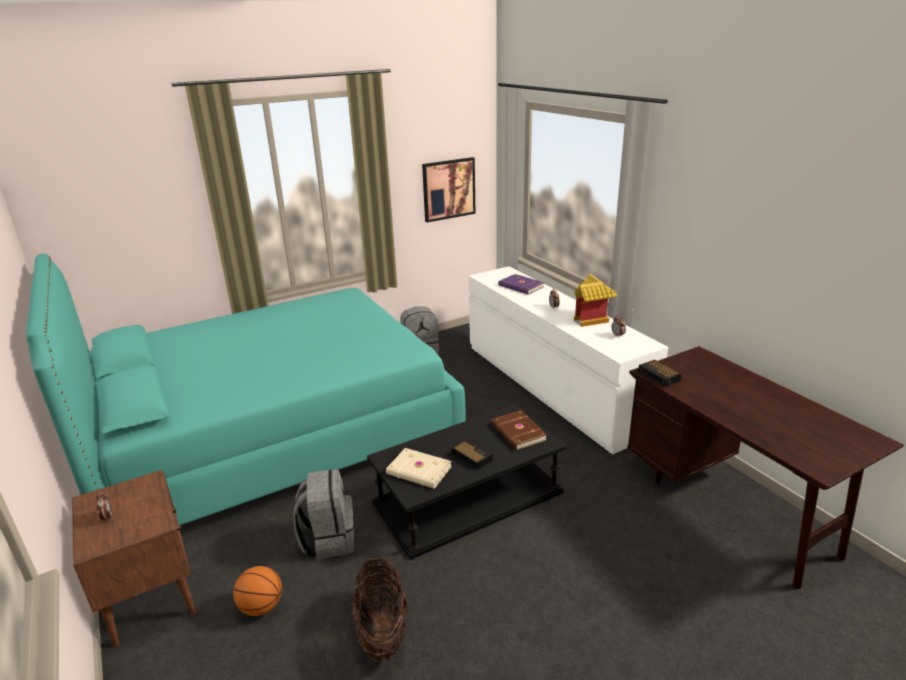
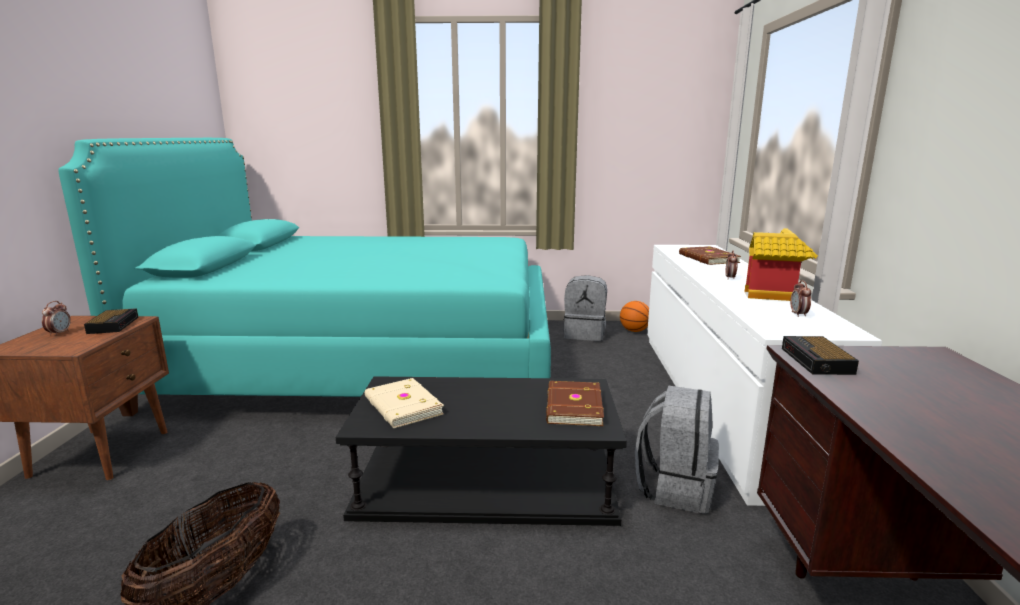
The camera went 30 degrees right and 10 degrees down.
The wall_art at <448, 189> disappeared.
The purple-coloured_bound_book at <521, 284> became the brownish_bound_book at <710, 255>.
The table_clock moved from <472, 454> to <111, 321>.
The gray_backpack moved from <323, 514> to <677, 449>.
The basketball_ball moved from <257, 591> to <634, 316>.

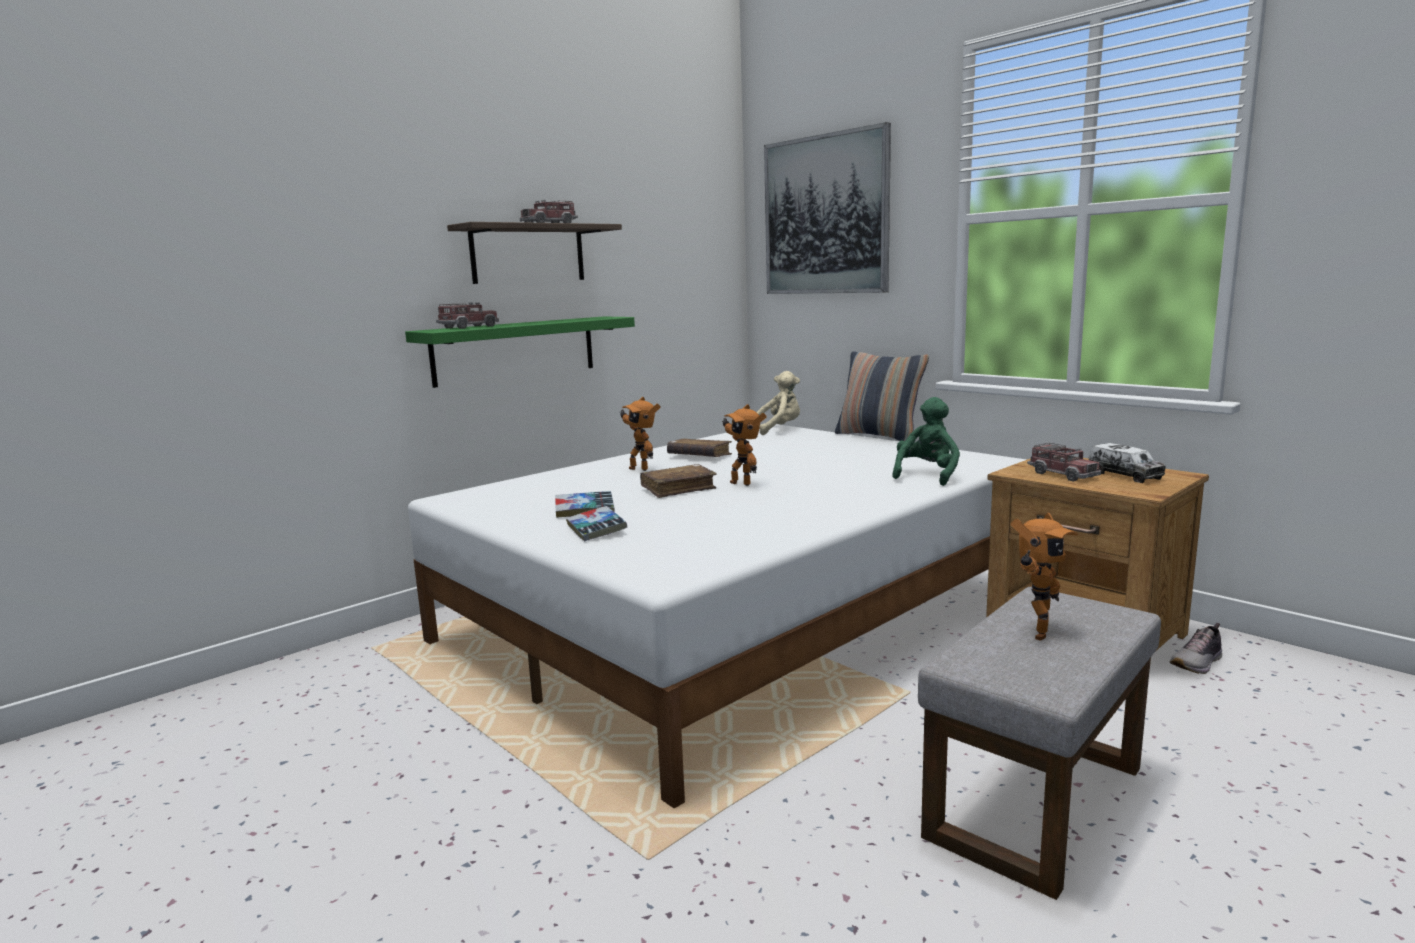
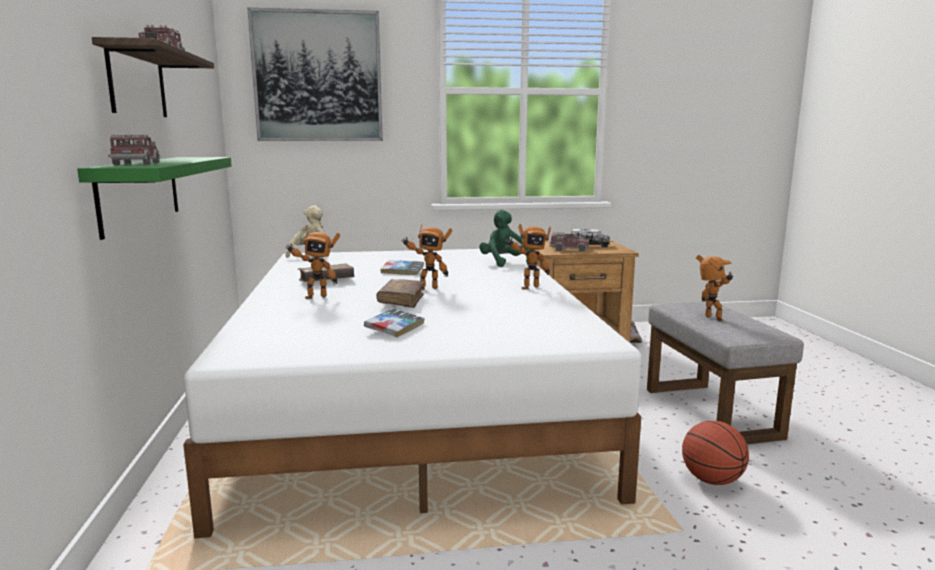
The camera went 55 degrees left and 0 degrees up.
The throw_pillow at <882, 396> disappeared.
The bound_book moved from <596, 523> to <402, 267>.
The model_robot at <529, 256> appeared.
The basketball_ball at <715, 453> appeared.

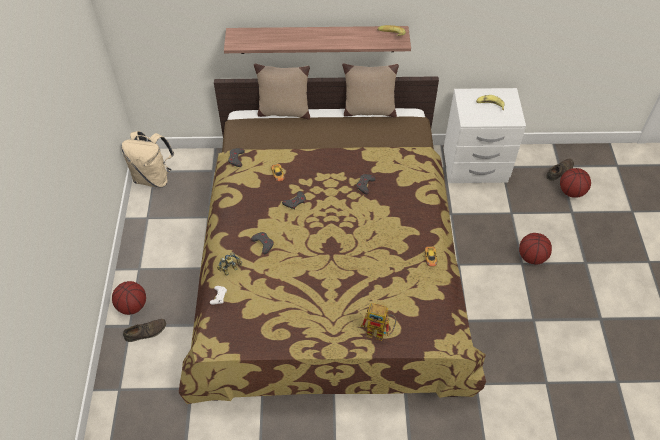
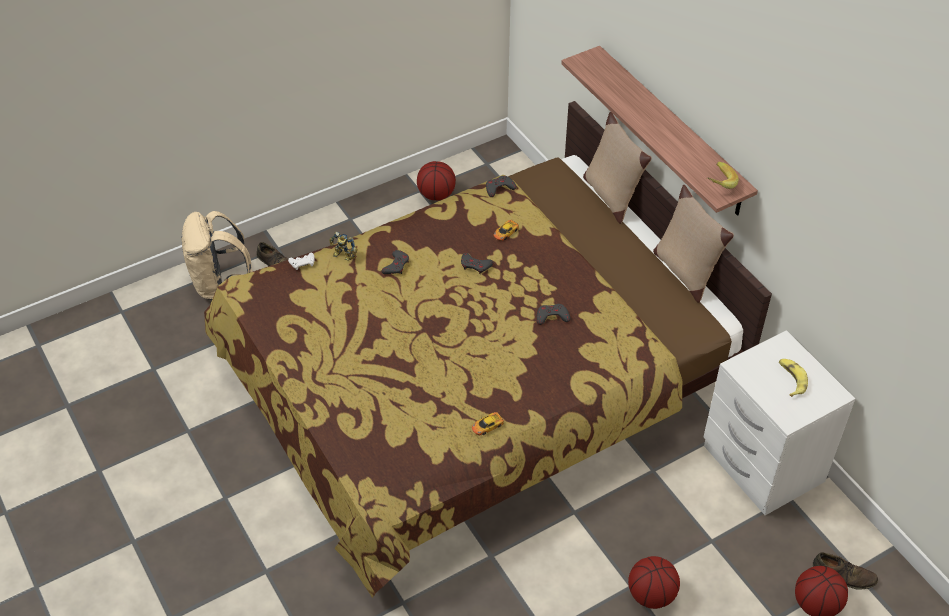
The camera went 60 degrees right and 5 degrees down.
The beige-coloured_backpack moved from <148, 159> to <217, 255>.
The basketball_ball moved from <129, 298> to <436, 180>.
The model_robot at <378, 322> disappeared.

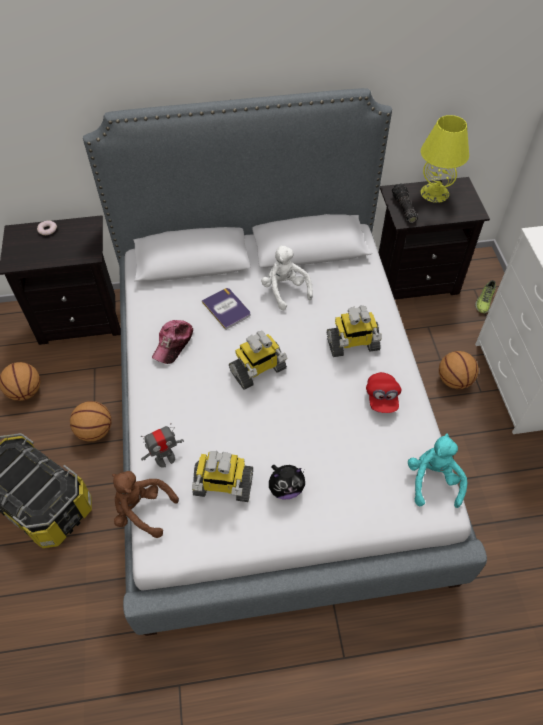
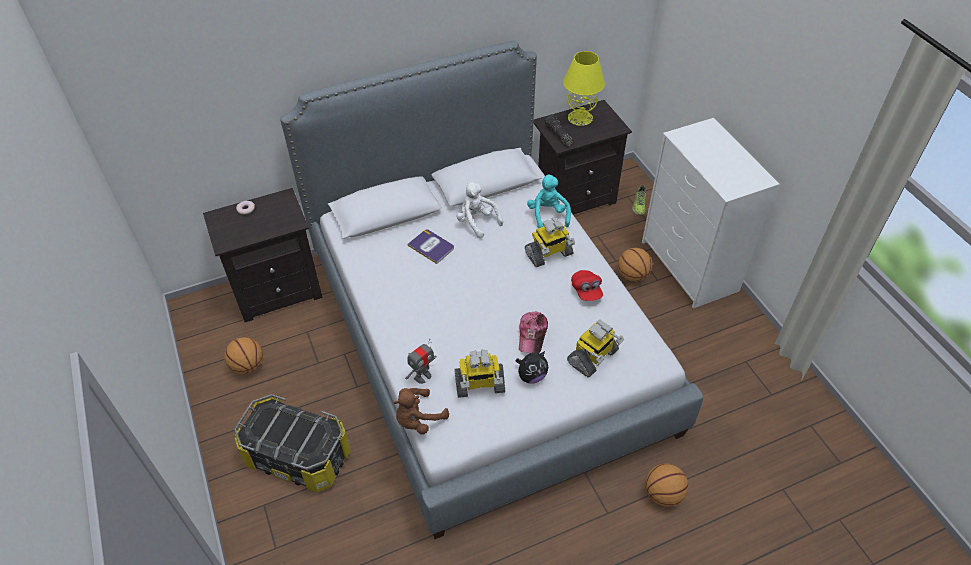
The camera went 15 degrees left and 5 degrees down.
The peaked_cap moved from <172, 342> to <533, 332>.
The model_robot moved from <258, 360> to <595, 348>.
The basketball_ball moved from <91, 421> to <666, 485>.
The turquoise-coloured_soft_toy moved from <437, 471> to <549, 201>.
The brownish_soft_toy at <145, 504> turned 45 degrees counterclockwise.

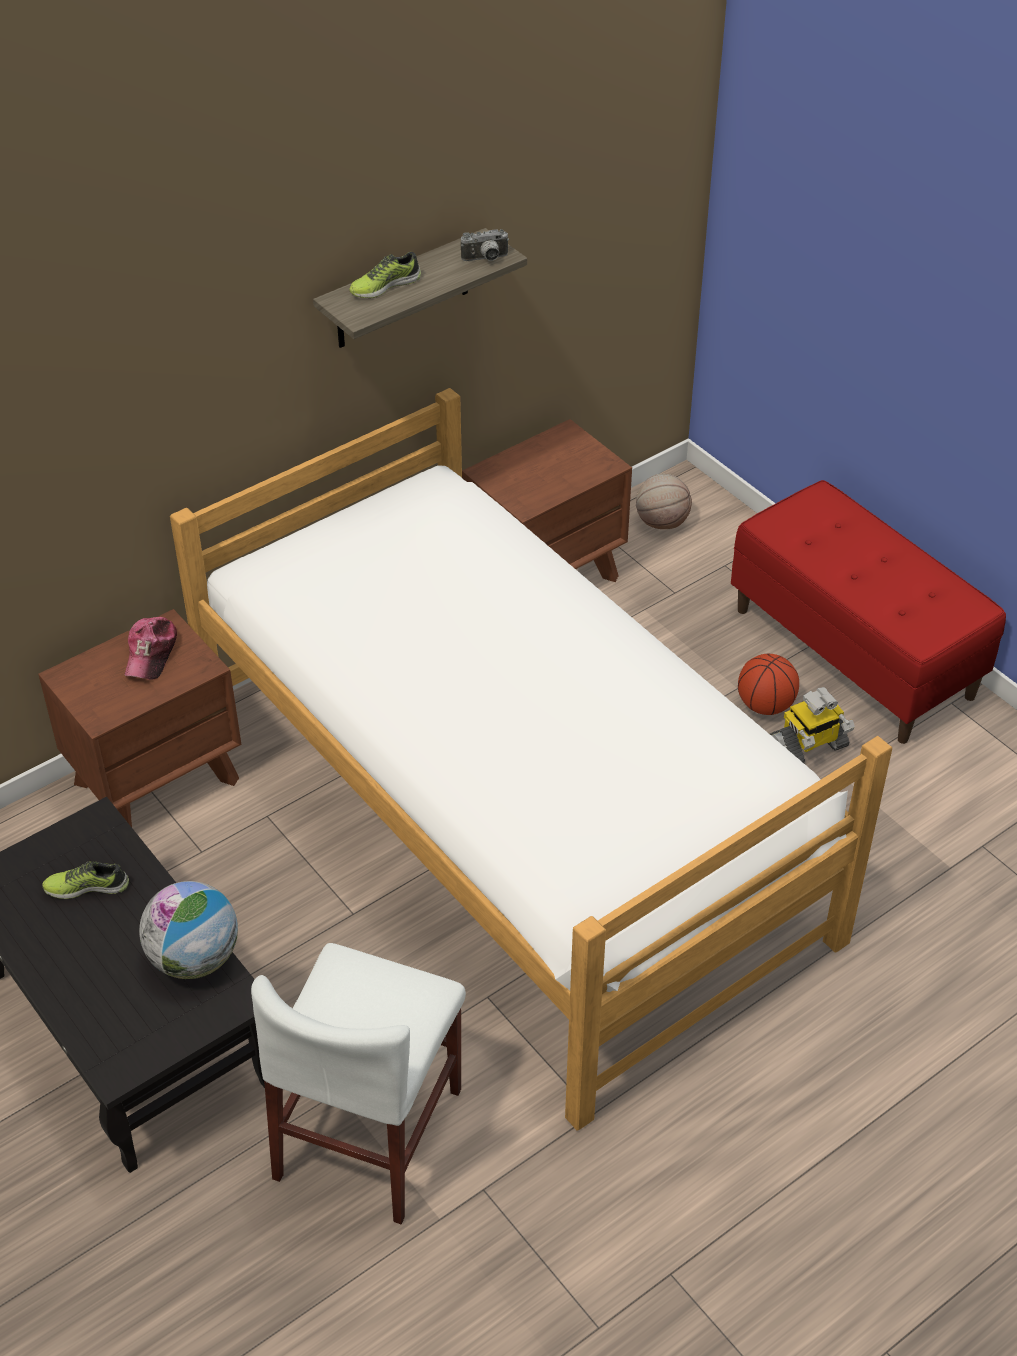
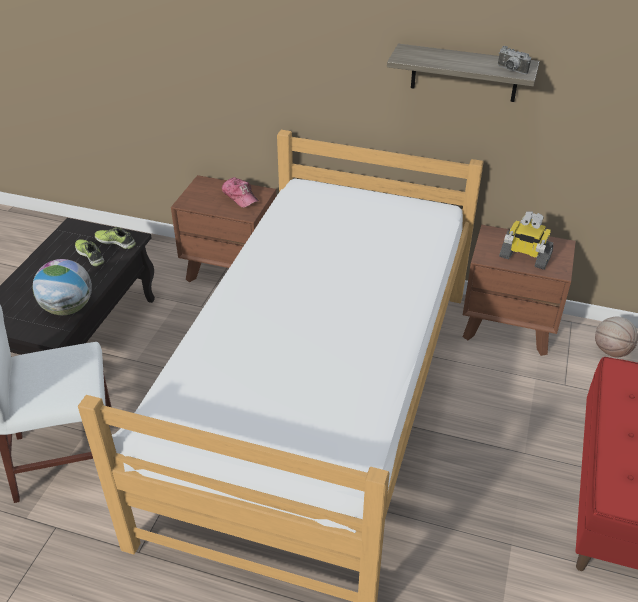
The camera went 55 degrees right and 5 degrees down.
The item_of_footwear moved from <385, 275> to <115, 238>.
The peaked_cap at <151, 648> turned 105 degrees counterclockwise.
The basketball_ball at <768, 684> disappeared.
The model_robot moved from <812, 725> to <526, 240>.

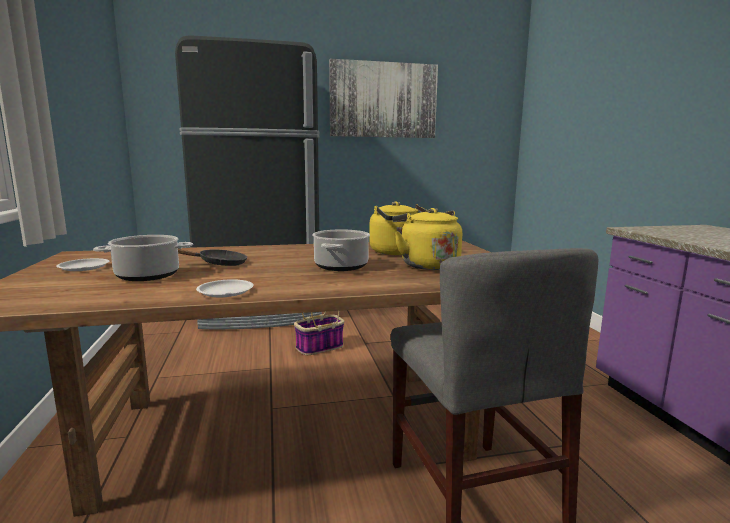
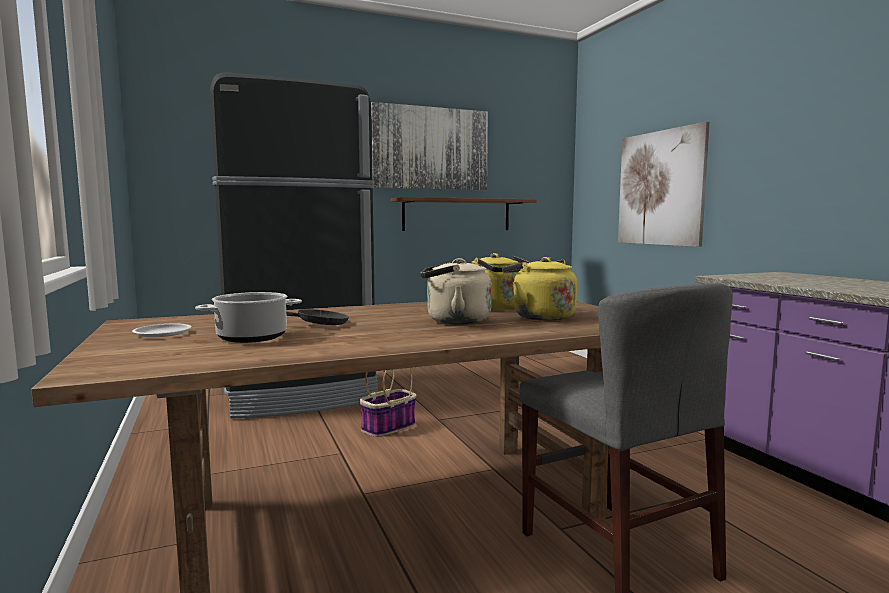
The camera went 10 degrees left and 5 degrees down.
The cooking_pot at <341, 250> was replaced by the beige-coloured_kettle at <456, 291>.
The whitish_flat_dish at <225, 288> disappeared.
The wall_art at <664, 184> appeared.
The brownish_bracket_shelf at <463, 214> appeared.

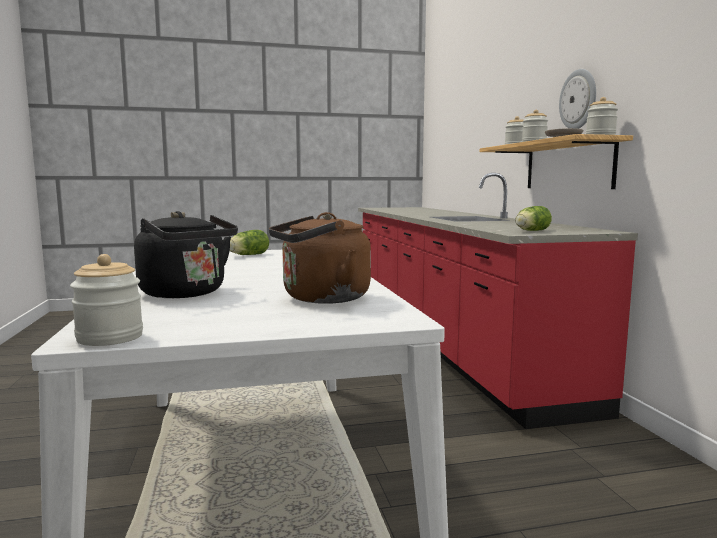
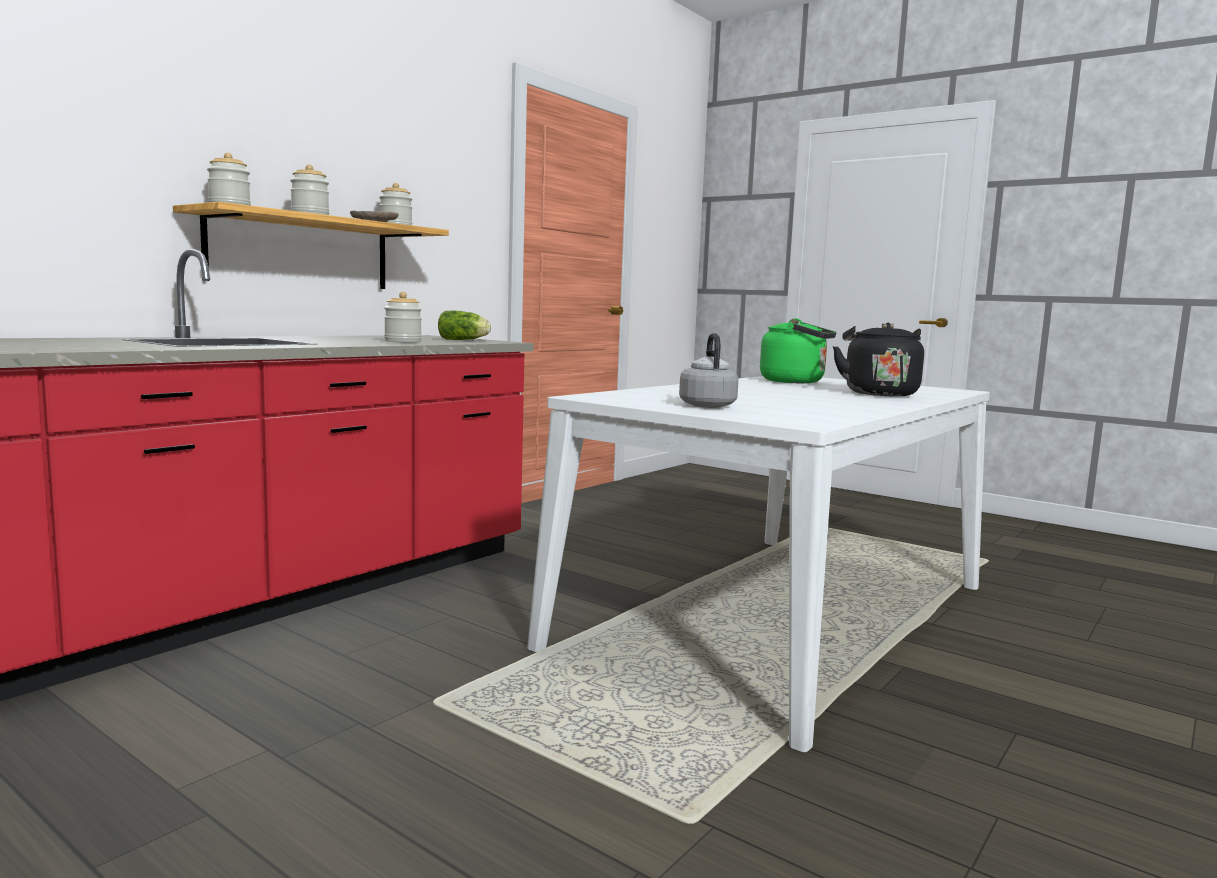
The camera went 130 degrees left and 0 degrees up.
The hanging_clock at <577, 99> disappeared.
The brownish_kettle at <320, 258> became the greenish_kettle at <798, 350>.
The lettuce at <249, 242> was replaced by the gray_kettle at <709, 370>.
The preserve_jar moved from <106, 300> to <403, 317>.

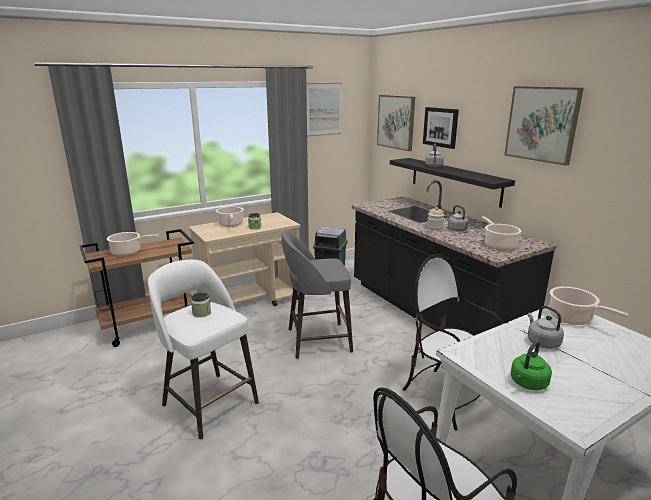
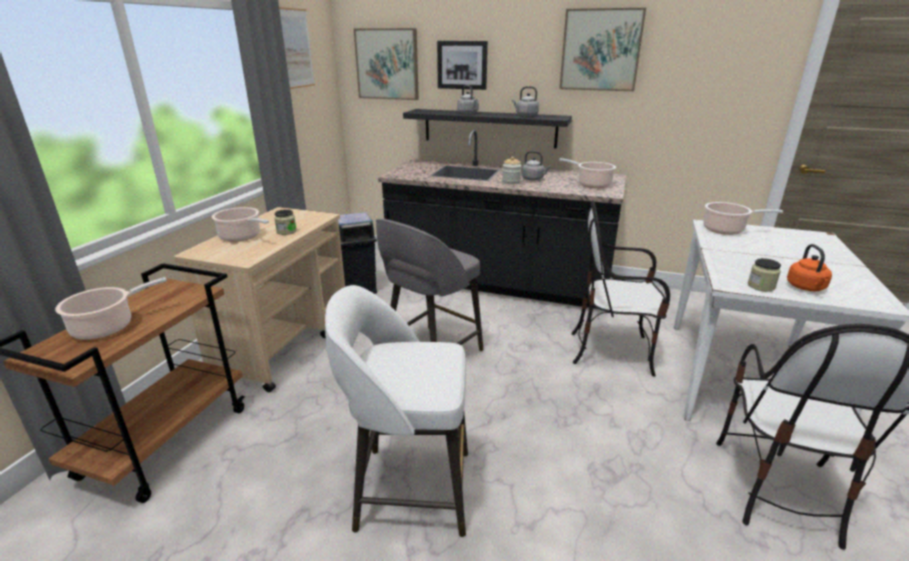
The camera went 40 degrees left and 5 degrees up.
The preserve_jar moved from <201, 304> to <764, 275>.
The gray_kettle moved from <546, 327> to <525, 101>.
The greenish_kettle at <531, 365> became the orangey_kettle at <809, 267>.

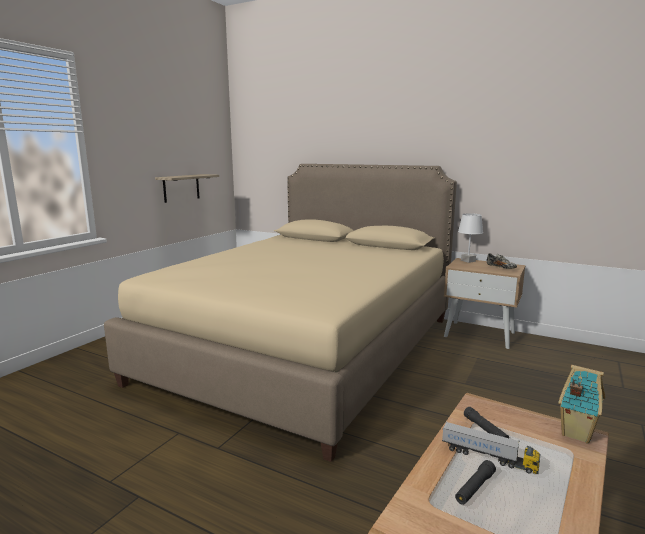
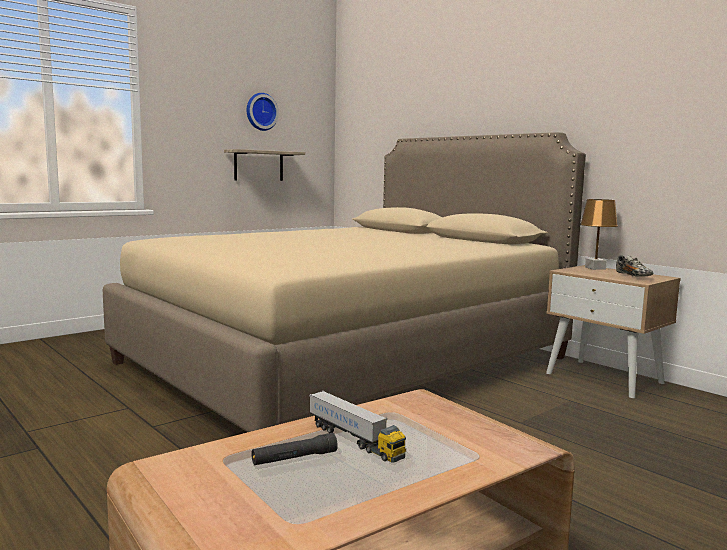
The camera went 20 degrees right and 5 degrees down.
The whitish_tabletop_lamp at <470, 238> became the brownish_tabletop_lamp at <599, 234>.
The model_house at <581, 404> disappeared.
The black_flashlight at <486, 422> disappeared.
The hanging_clock at <263, 112> appeared.

